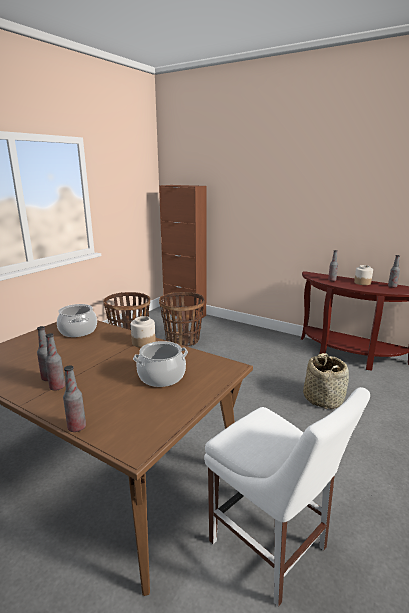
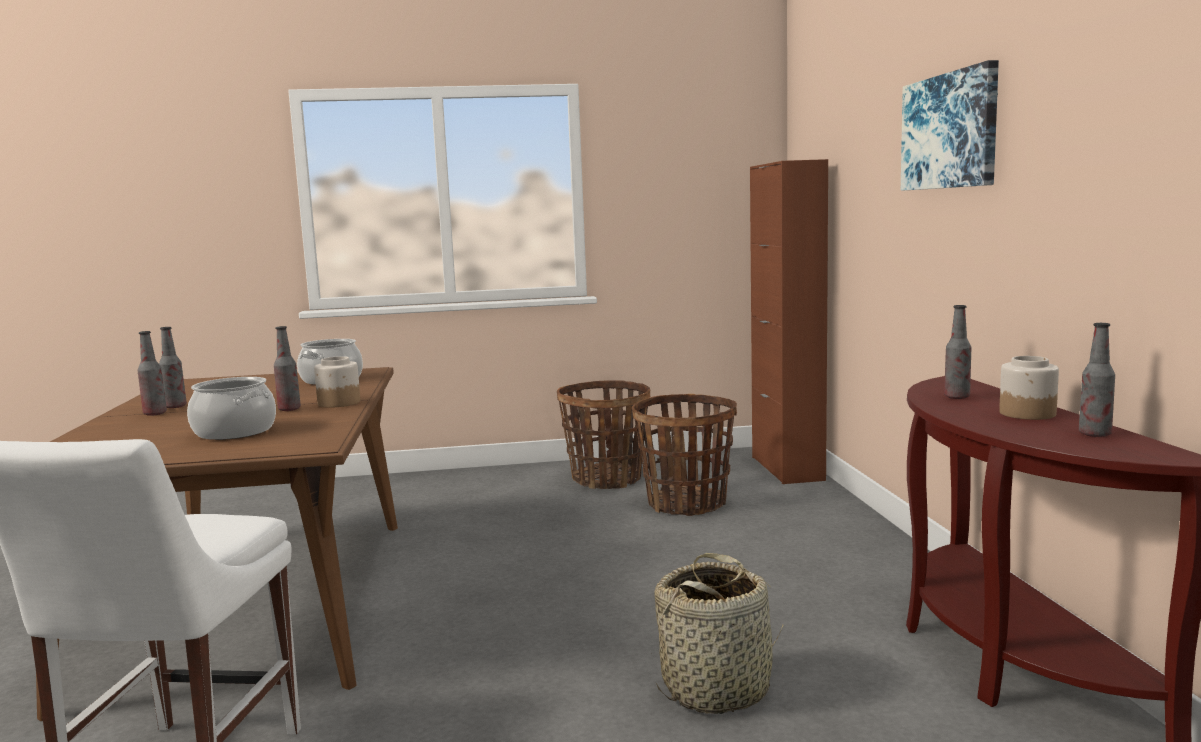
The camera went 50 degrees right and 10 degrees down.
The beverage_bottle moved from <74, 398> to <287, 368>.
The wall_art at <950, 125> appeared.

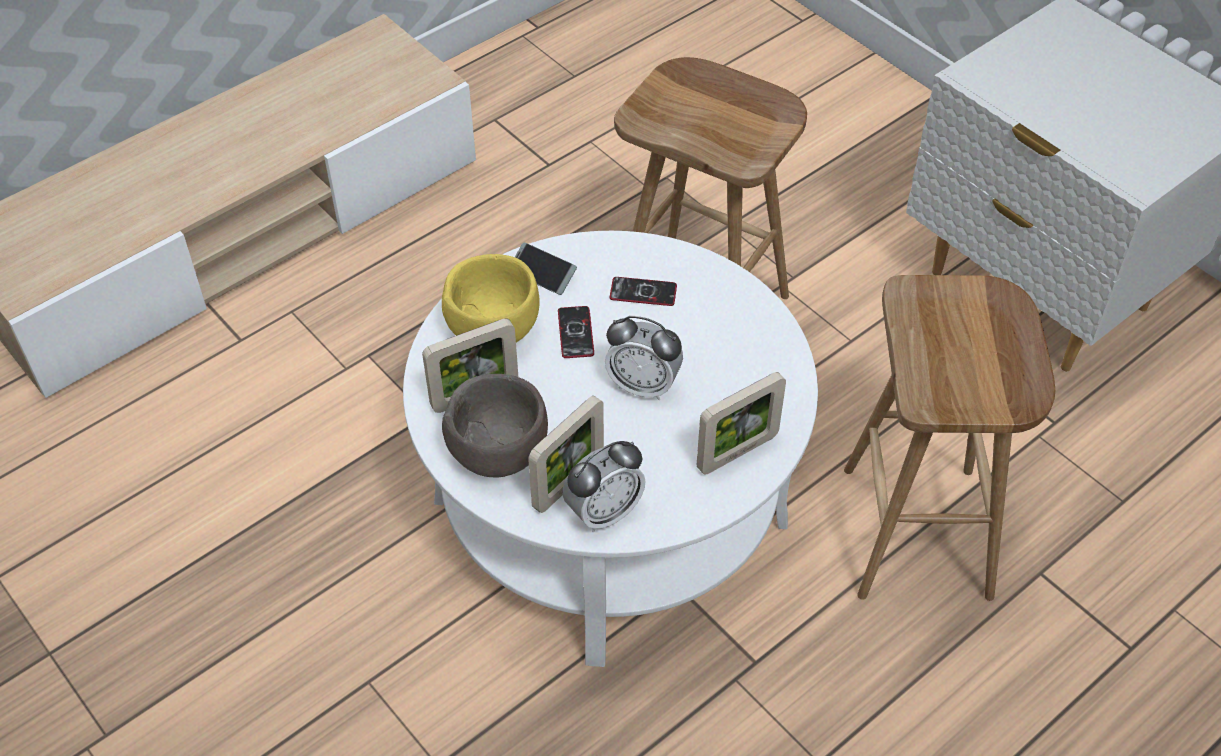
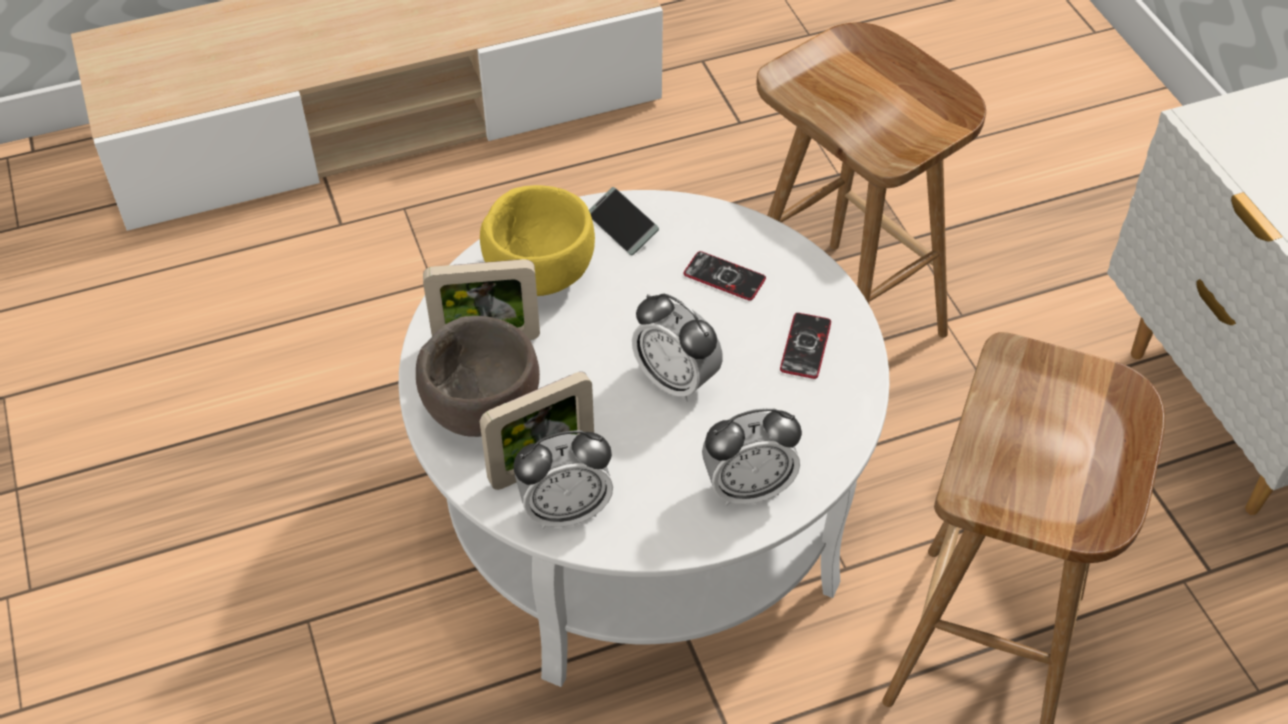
The camera went 20 degrees right and 0 degrees up.
The phone moved from <576, 332> to <805, 346>.
The picture_frame at <741, 423> was replaced by the table_clock at <752, 456>.

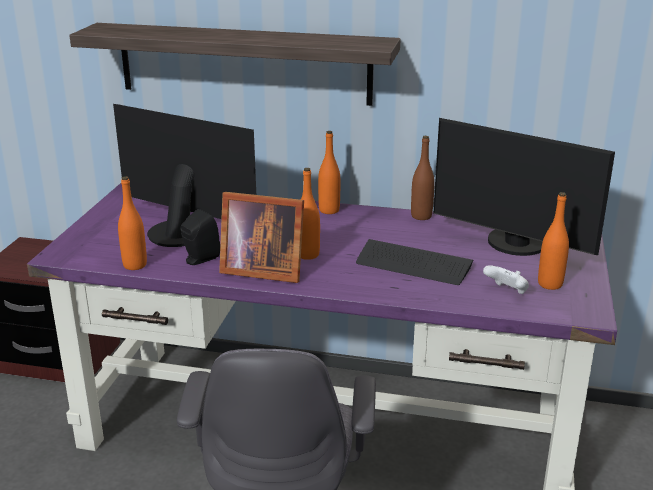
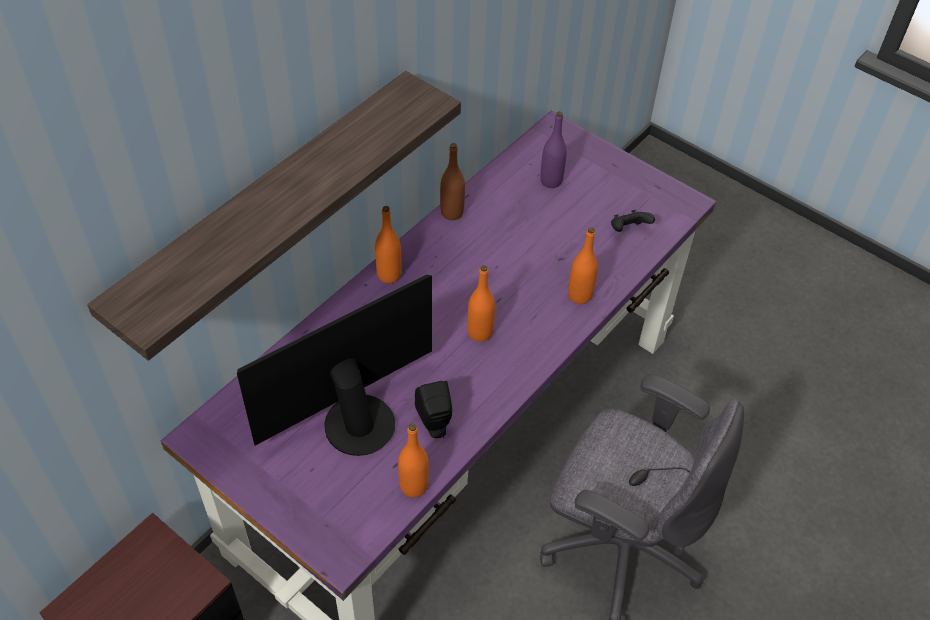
The camera went 65 degrees left and 25 degrees up.
The monitor at <524, 187> was replaced by the purple-coloured_beverage_bottle at <553, 149>.
The picture_frame at <261, 237> disappeared.
The orangey_beverage_bottle moved from <553, 241> to <583, 265>.
The computer_keyboard at <414, 262> disappeared.
The whitish_joypad at <506, 279> became the black_joypad at <633, 221>.

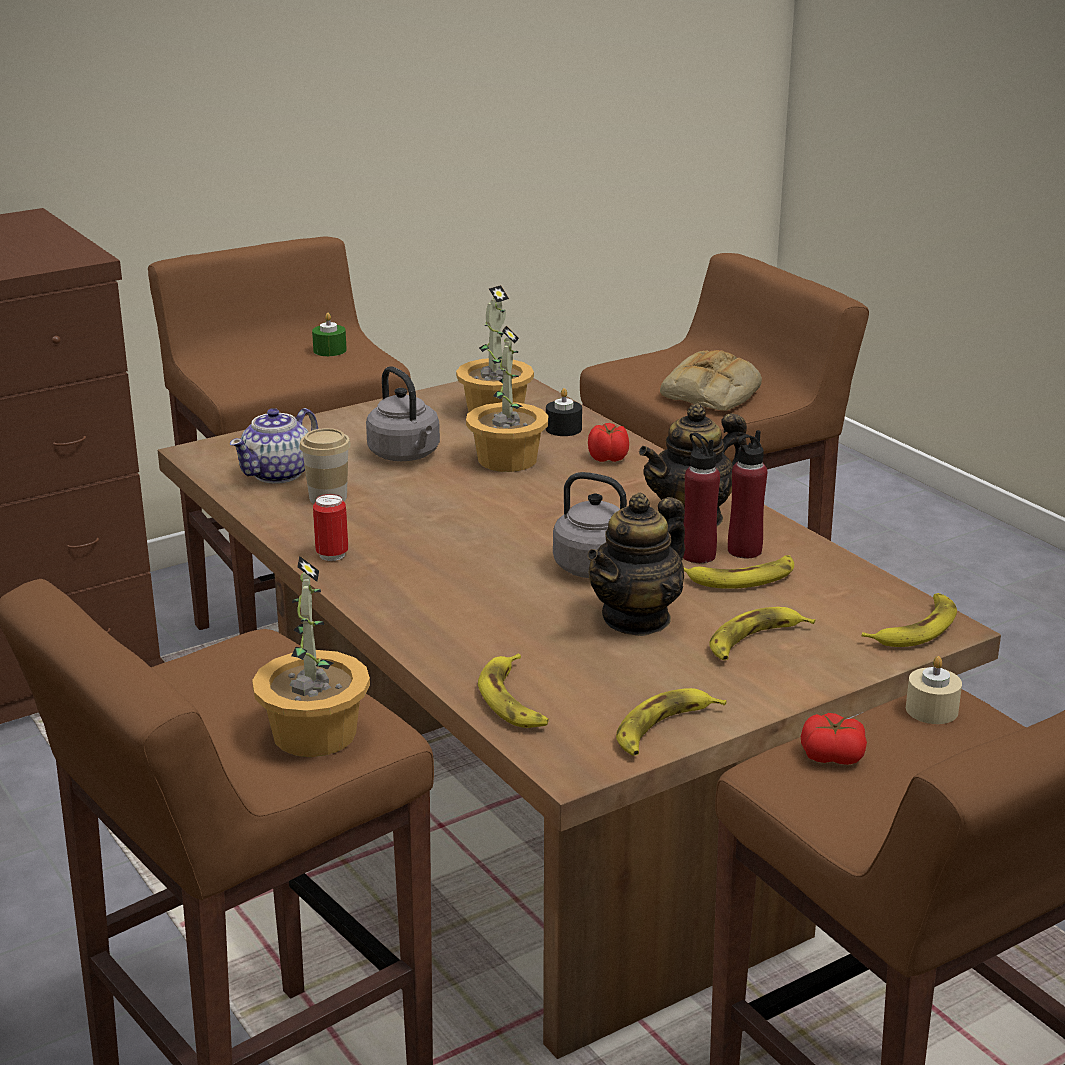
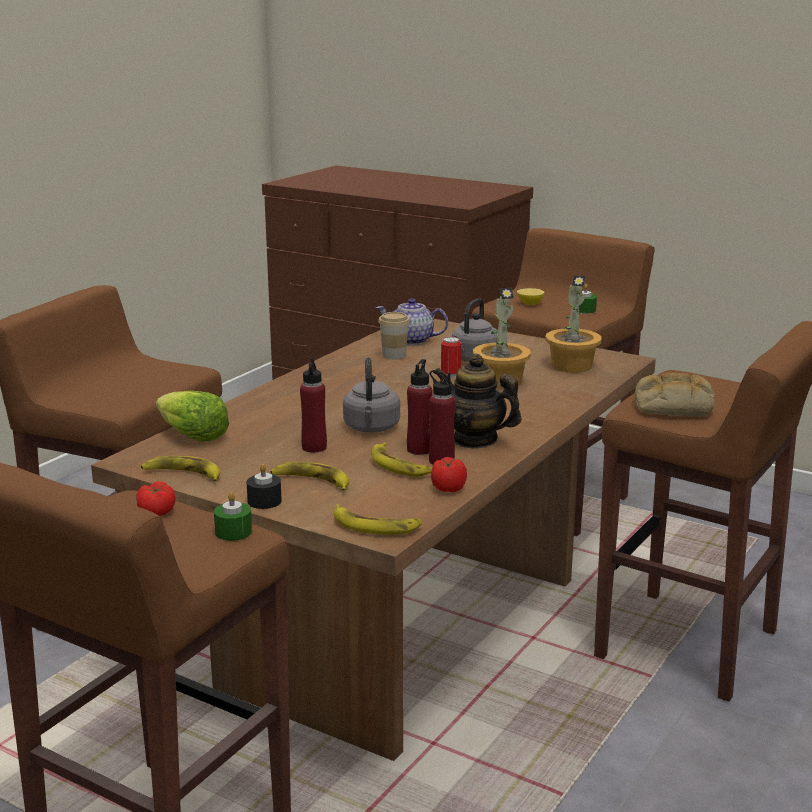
The camera went 65 degrees right and 5 degrees down.
The black_wax_light moved from <564, 412> to <264, 486>.
The whole_tomato moved from <608, 442> to <449, 474>.
The teapot at <636, 564> was replaced by the red_beverage_bottle at <313, 405>.
The metal_can moved from <330, 527> to <451, 357>.
The plant_in_a_pot at <311, 656> disappeared.
The whole_banana at <513, 691> was replaced by the lettuce at <192, 416>.
The beige-coloured_wax_light at <934, 690> became the greenish_wax_light at <233, 516>.
The whole_lemon at <530, 296> appeared.

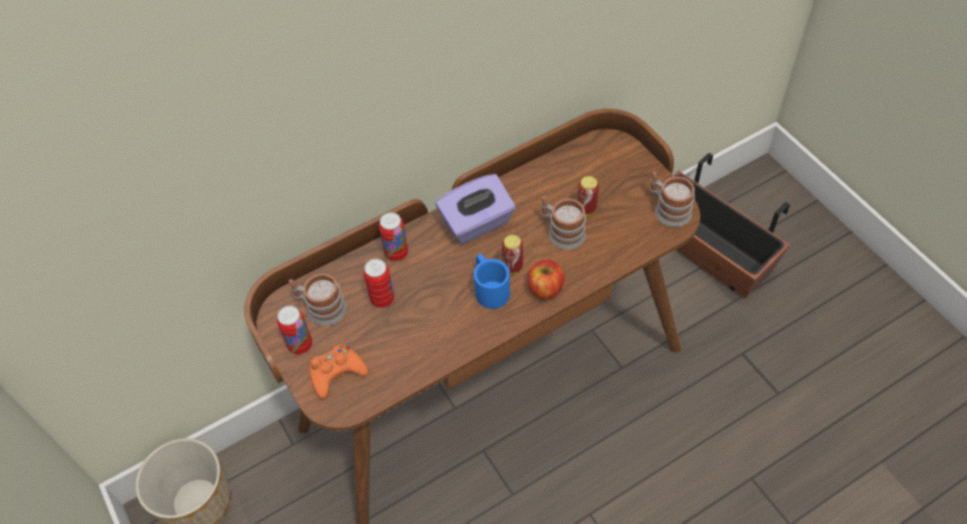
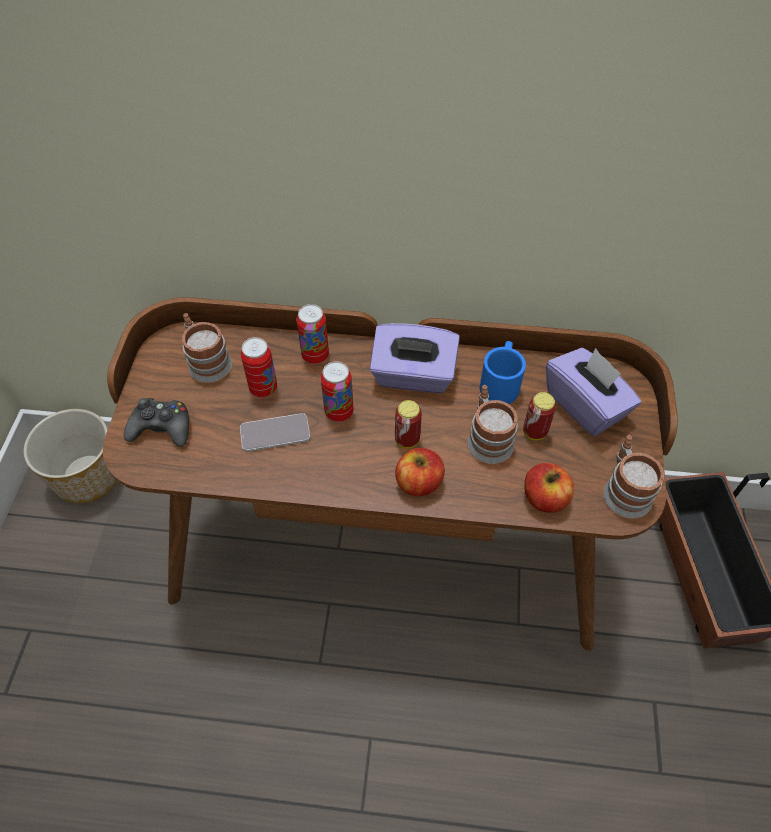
The camera went 35 degrees right and 0 degrees up.
The bluish_coffee_mug moved from <492, 281> to <503, 372>.
The metal_can moved from <294, 330> to <337, 391>.
The orangey_joypad at <338, 371> became the black_joypad at <156, 422>.
The purple-coloured_tissue_box at <593, 392> appeared.
The phone at <275, 432> appeared.
The whole_apple at <549, 488> appeared.

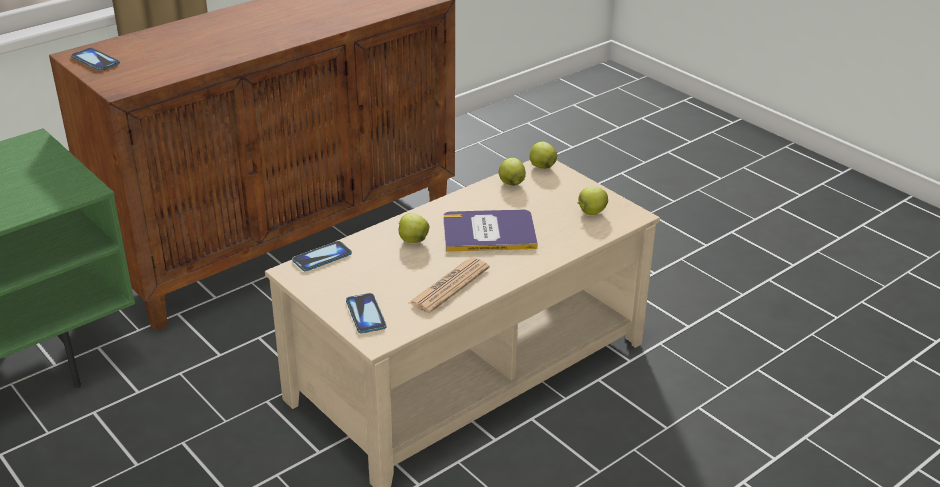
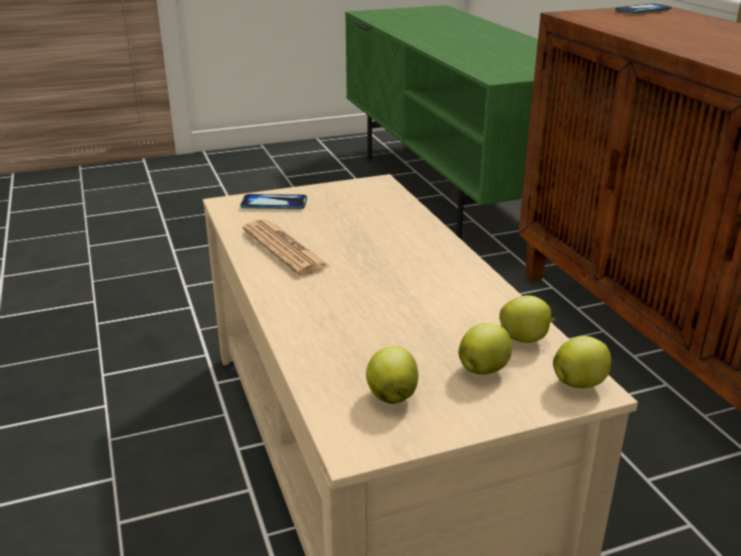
The camera went 110 degrees right and 5 degrees down.
The bound_book at <490, 231> disappeared.
The whole_apple moved from <414, 228> to <485, 348>.
The phone at <322, 256> disappeared.

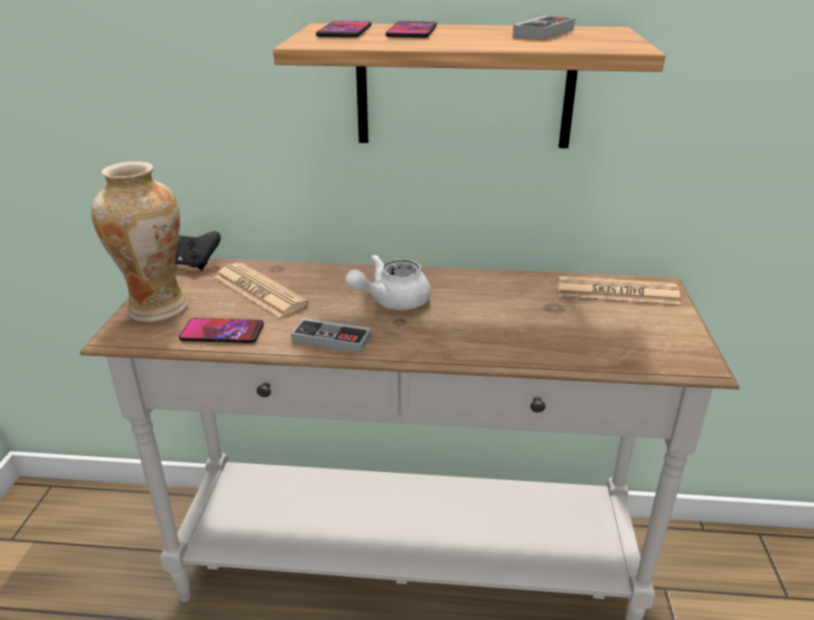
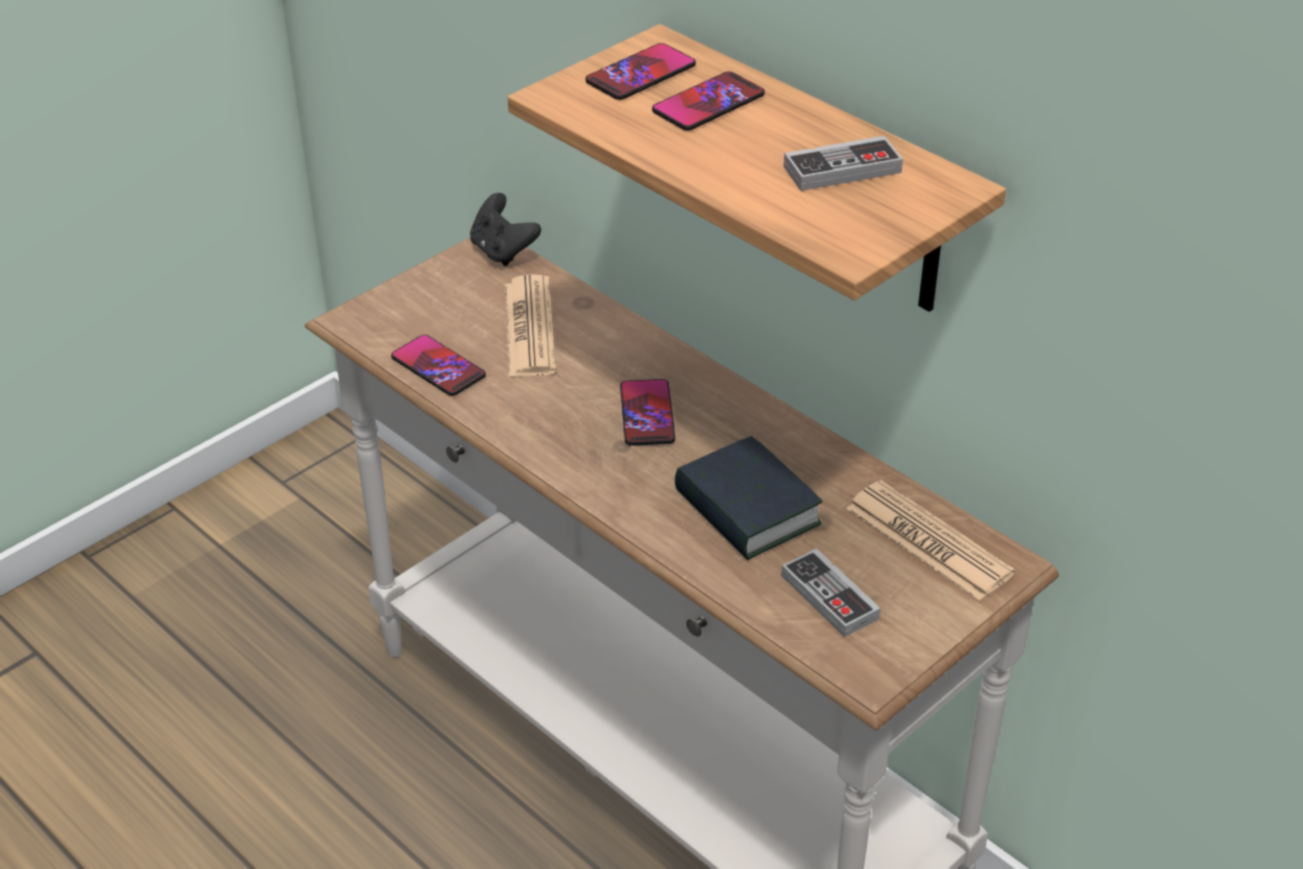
The camera went 40 degrees right and 10 degrees up.
The decorative_vase at <139, 241> disappeared.
The whitish_teapot at <388, 282> was replaced by the phone at <647, 412>.
The joypad moved from <331, 336> to <830, 592>.
The bound_book at <749, 498> appeared.

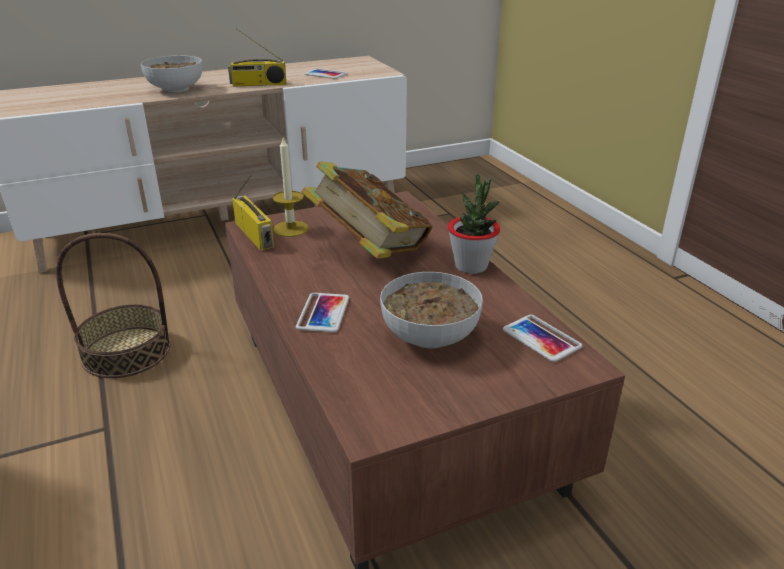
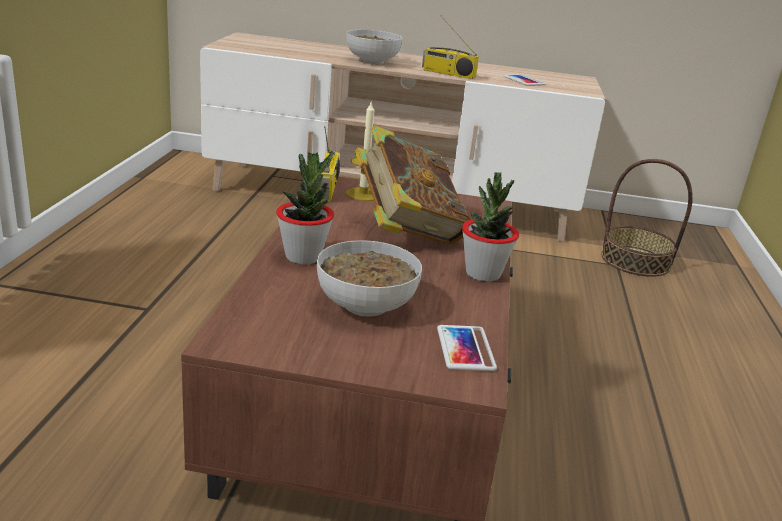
The camera went 30 degrees right and 5 degrees down.
The household_basket moved from <113, 305> to <647, 218>.
The phone at <322, 313> was replaced by the plant_in_a_pot at <305, 207>.

